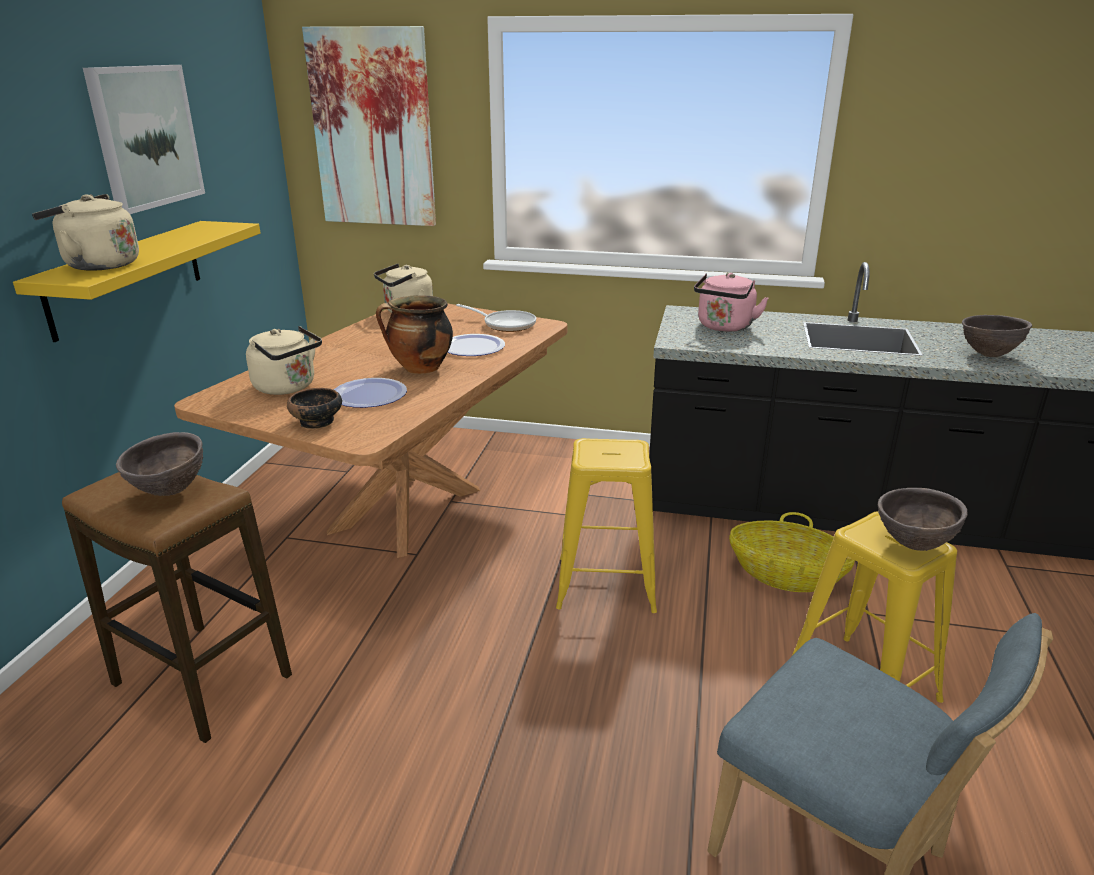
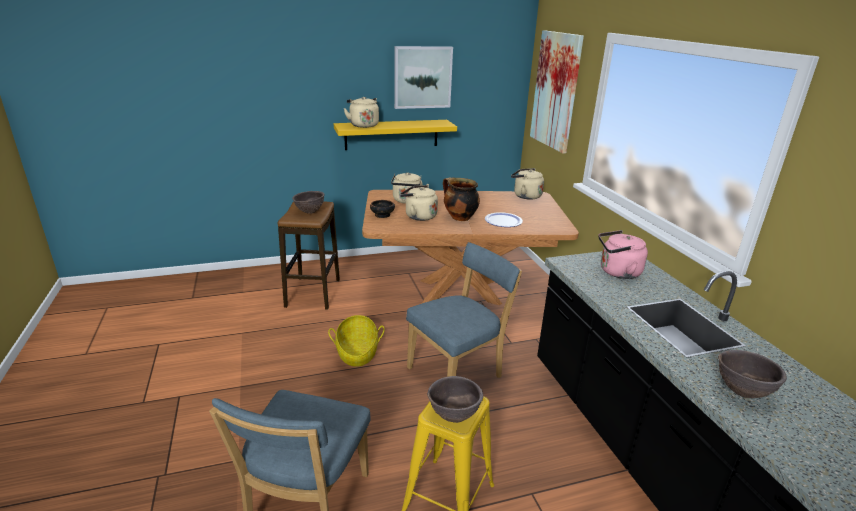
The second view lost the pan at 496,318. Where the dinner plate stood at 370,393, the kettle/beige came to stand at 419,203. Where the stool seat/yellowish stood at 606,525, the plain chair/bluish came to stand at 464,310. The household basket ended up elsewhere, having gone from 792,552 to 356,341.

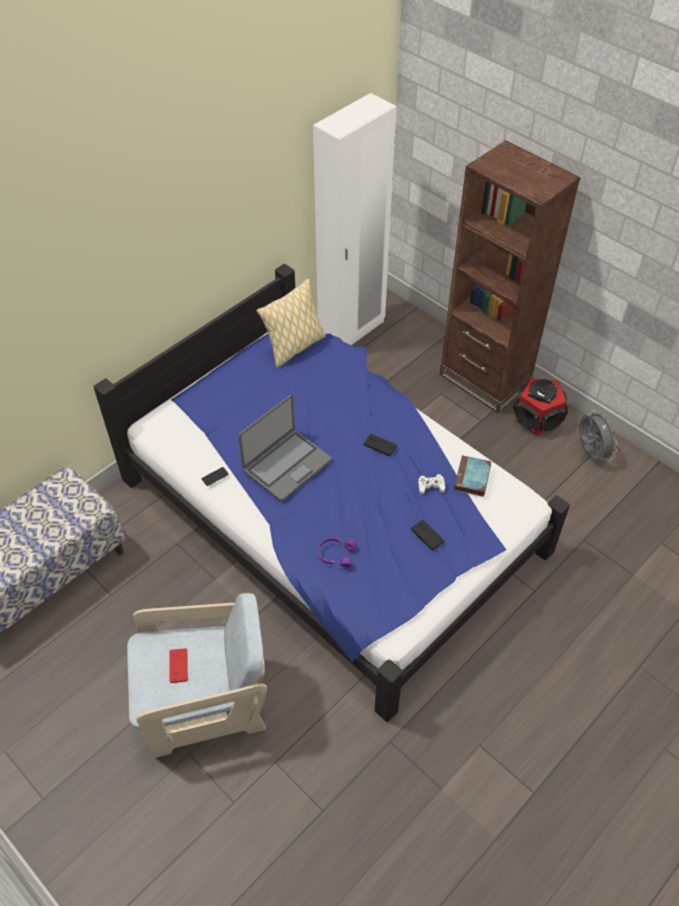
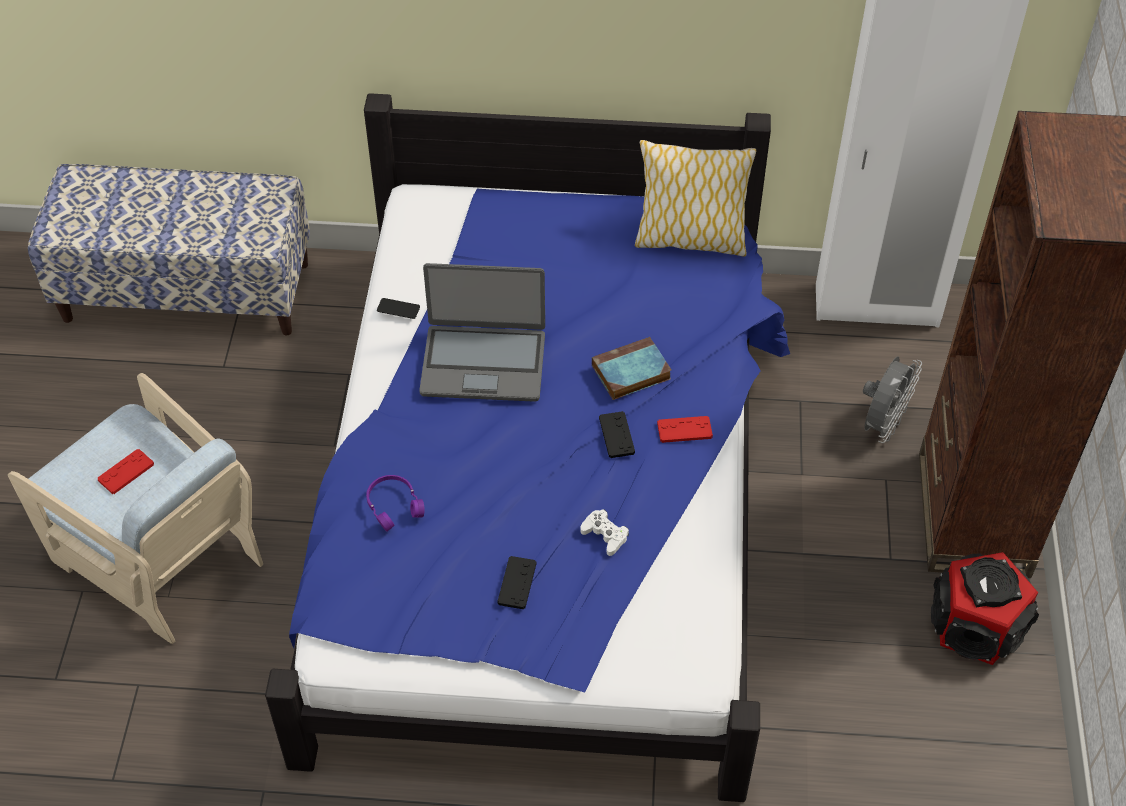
The electric fan/greyish ended up elsewhere, having gone from 598,435 to 892,400. The volume ended up elsewhere, having gone from 472,476 to 631,368. The second view gained the gamepad/red at 685,429.

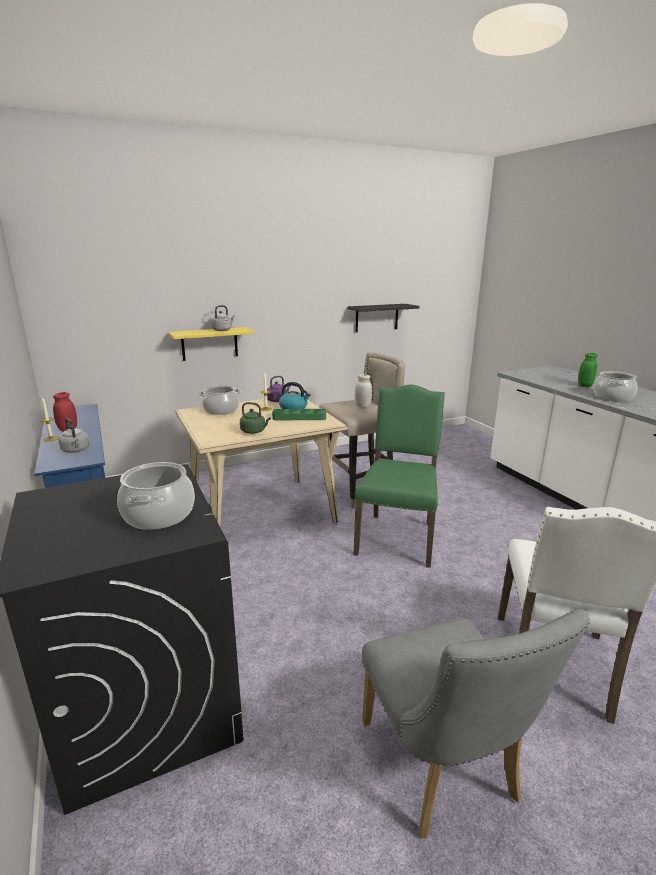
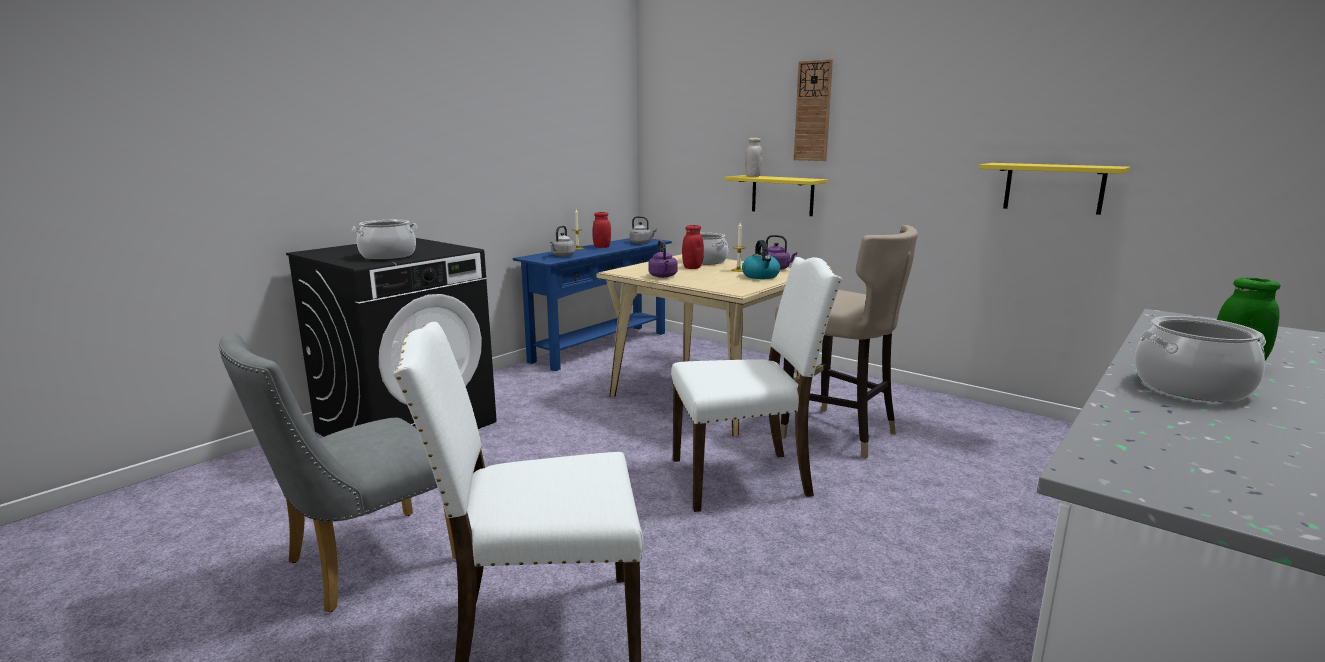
What was the shelf/black-coloured at 384,318 turned into the shelf/yellowish at 1054,189. The kettle/greyish ended up elsewhere, having gone from 223,318 to 643,230. The storage jar/white ended up elsewhere, having gone from 363,391 to 753,157. What was the plain chair/green-coloured at 399,476 turned into the plain chair/white at 756,384. What was the kettle/green-coloured at 255,418 turned into the kettle/purple-coloured at 663,259. The second view lost the serving tray/green-coloured at 299,414. The second view gained the hanging clock at 813,110. The second view gained the storage jar/red at 693,247.

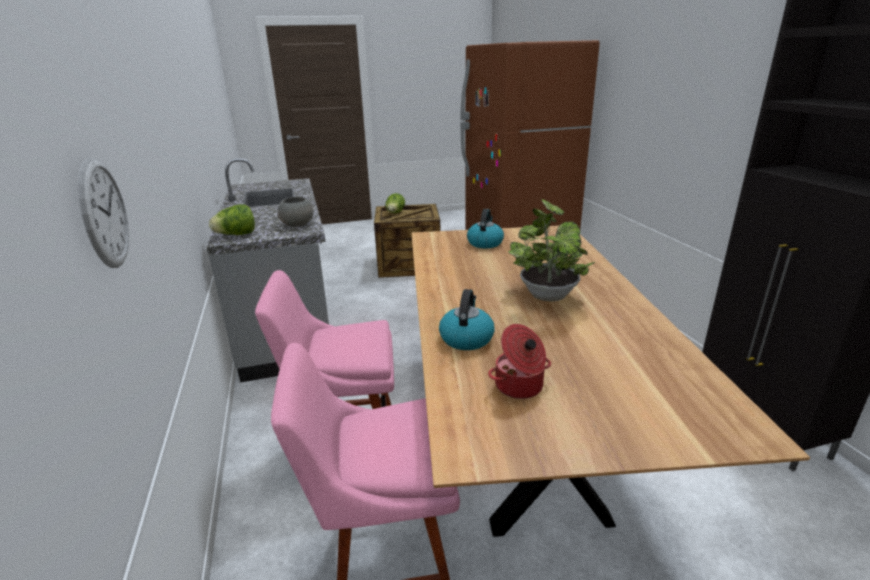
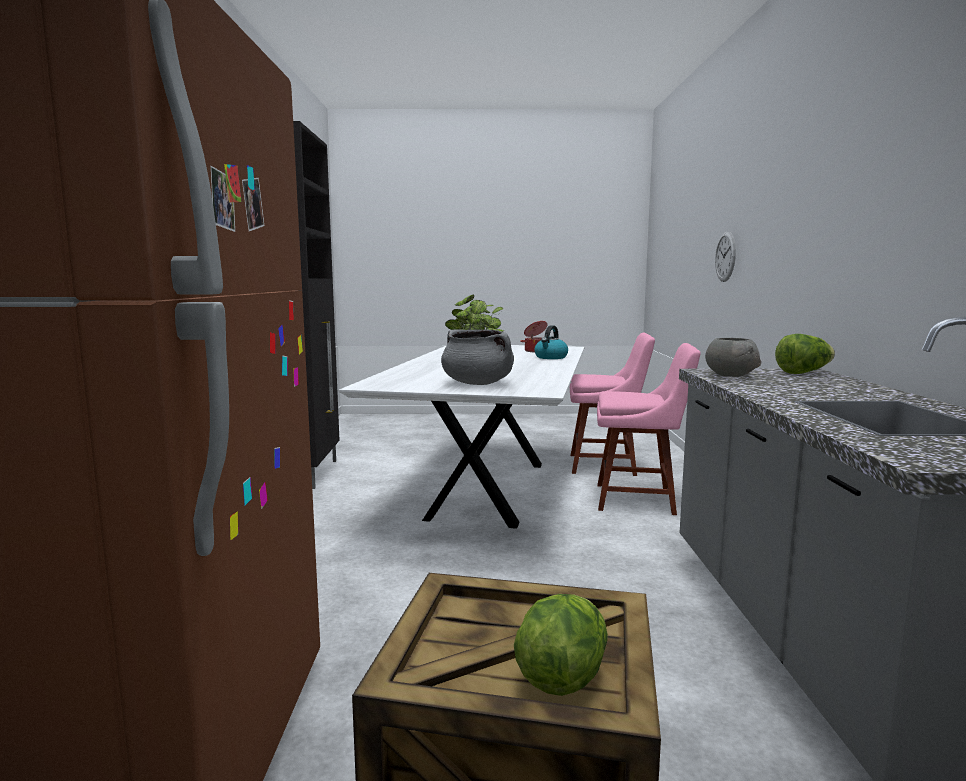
Where the kettle stood at 485,228, the stockpot/greyish came to stand at 477,357. What was the dinner table/brown at 610,381 turned into the dinner table/white at 462,437.

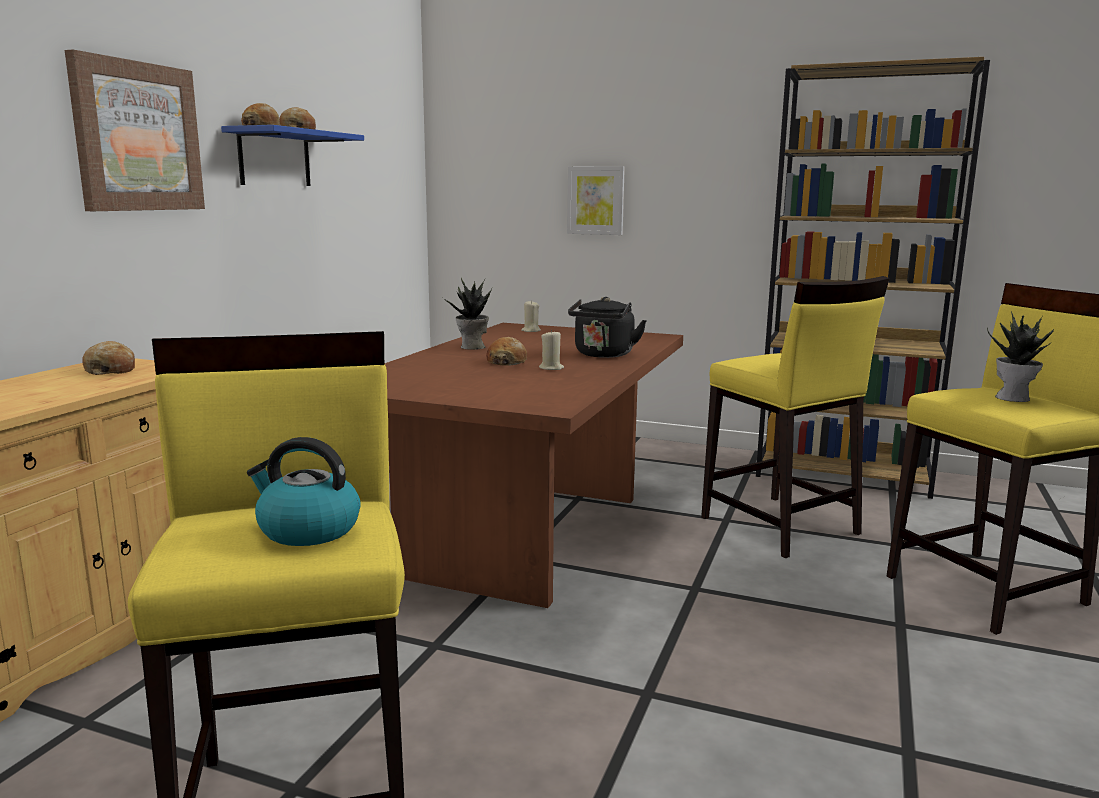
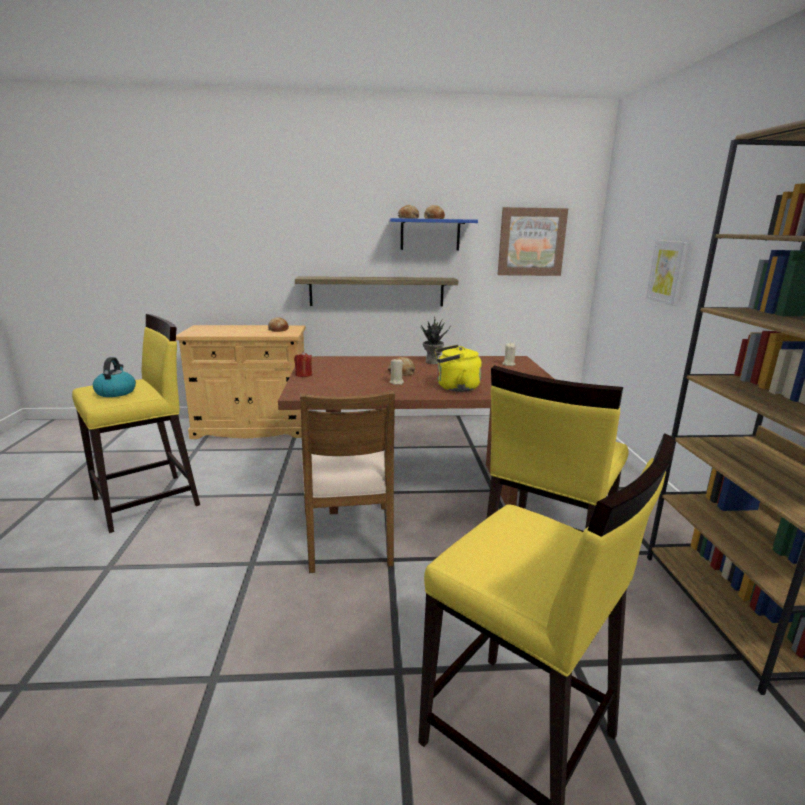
The wall picture ended up elsewhere, having gone from 135,130 to 533,241. What was the kettle/black-coloured at 607,327 turned into the kettle/yellowish at 458,368. The second view lost the houseplant at 1020,357. The second view gained the shelf at 376,291. The second view gained the wax candle/red at 303,364. The second view gained the plain chair/brown at 347,482.

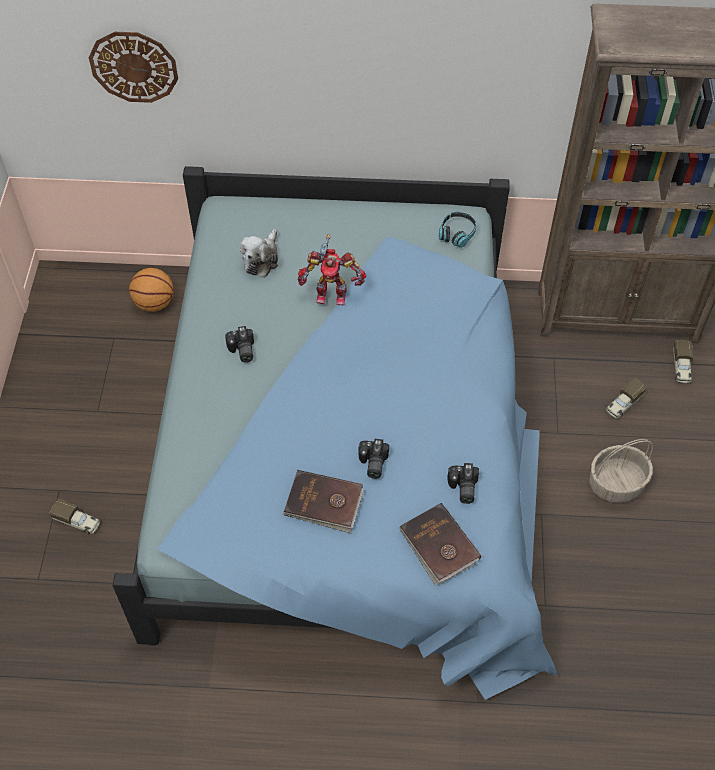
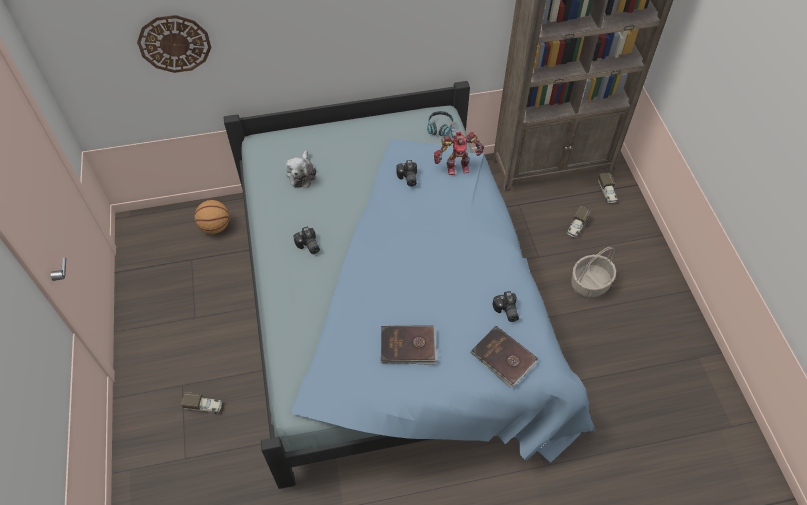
The robot figure ended up elsewhere, having gone from 332,269 to 459,148. The photo camera ended up elsewhere, having gone from 374,459 to 406,173.

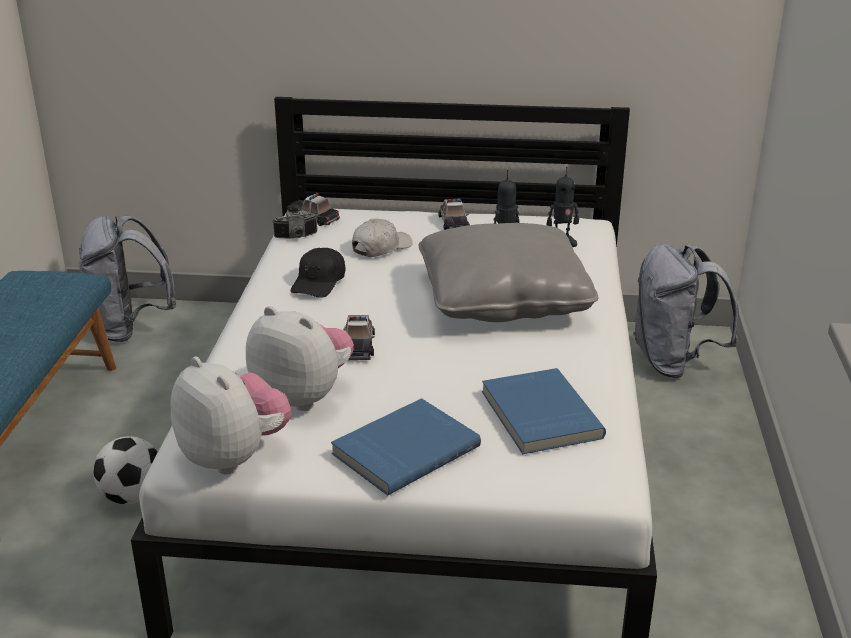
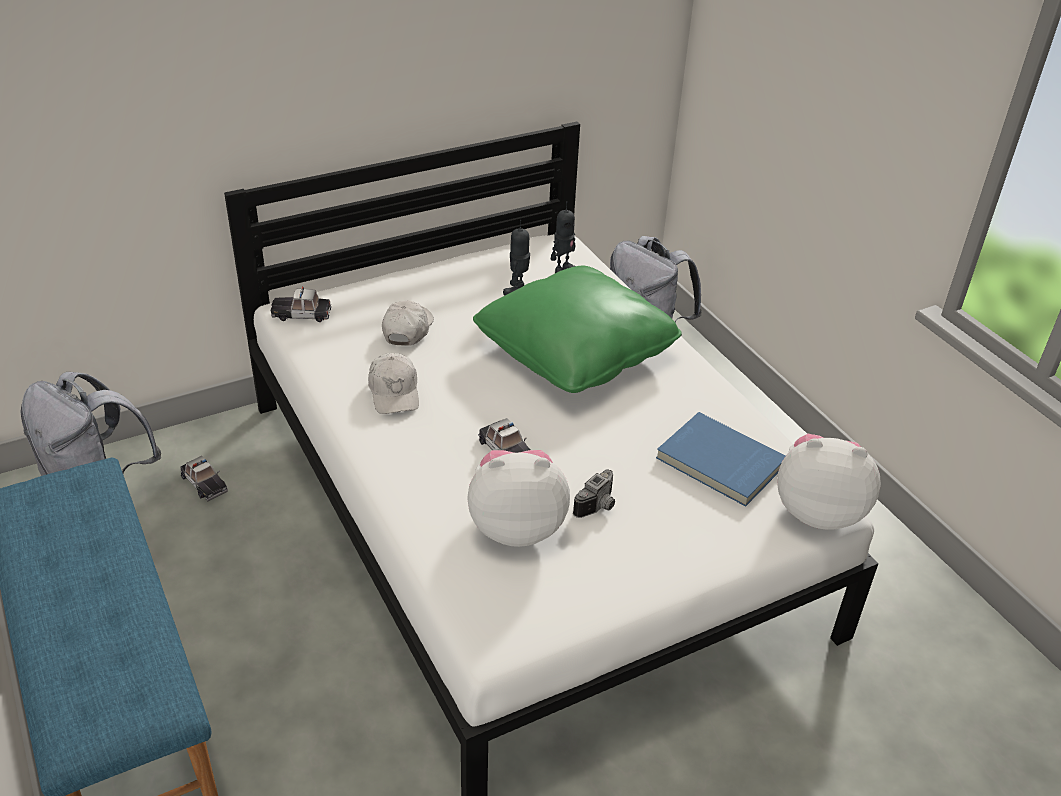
The miniature car ended up elsewhere, having gone from 454,214 to 204,478. The photo camera ended up elsewhere, having gone from 295,225 to 594,493. What was the throw pillow/greyish at 508,272 turned into the throw pillow/green-coloured at 577,329. What was the cap/black-coloured at 318,273 turned into the cap/white at 393,383. The soft toy ended up elsewhere, having gone from 231,415 to 829,482. The second view lost the volume/bluish at 406,447. The second view lost the football ball at 125,470.

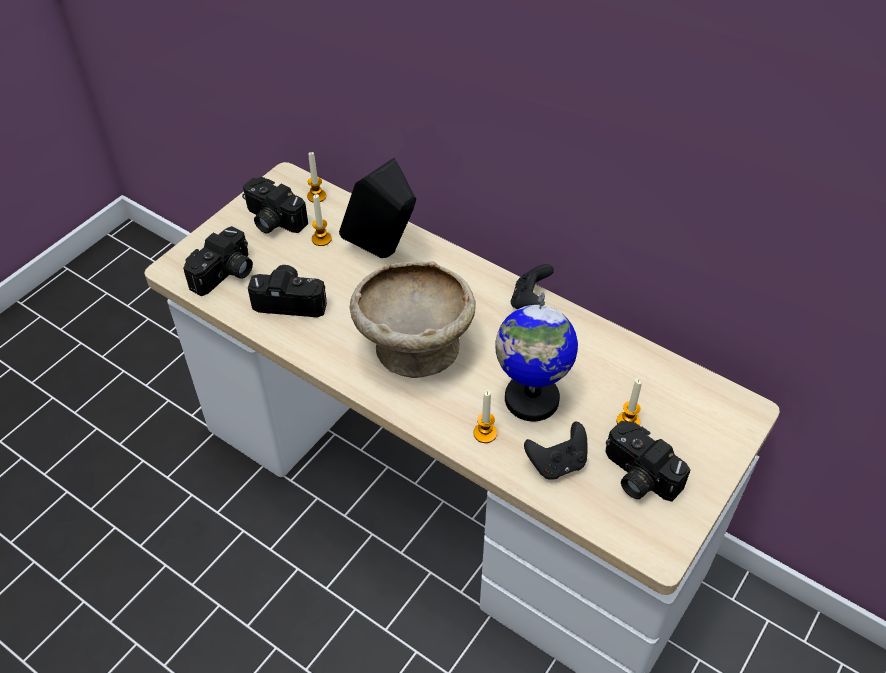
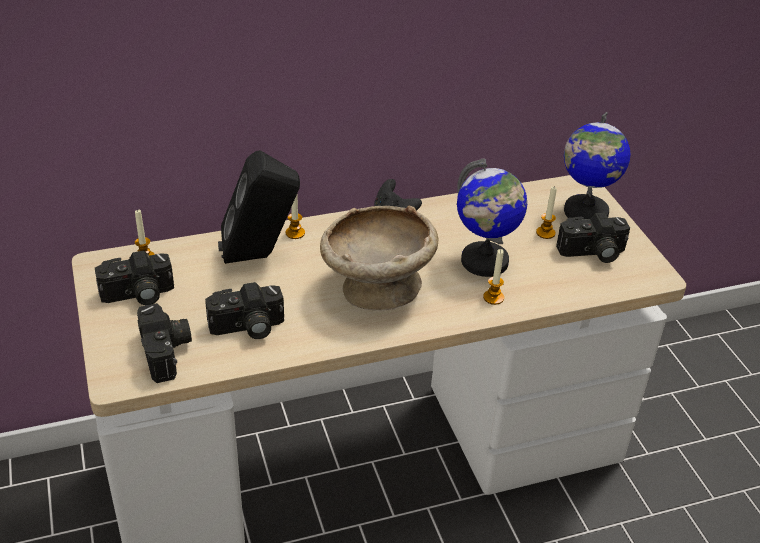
The wax candle ended up elsewhere, having gone from 322,220 to 295,217. The photo camera at 287,291 ended up facing another way, 150 degrees counterclockwise from before. The second view lost the gamepad/black-coloured at 556,451. The second view gained the world globe at 597,166.

